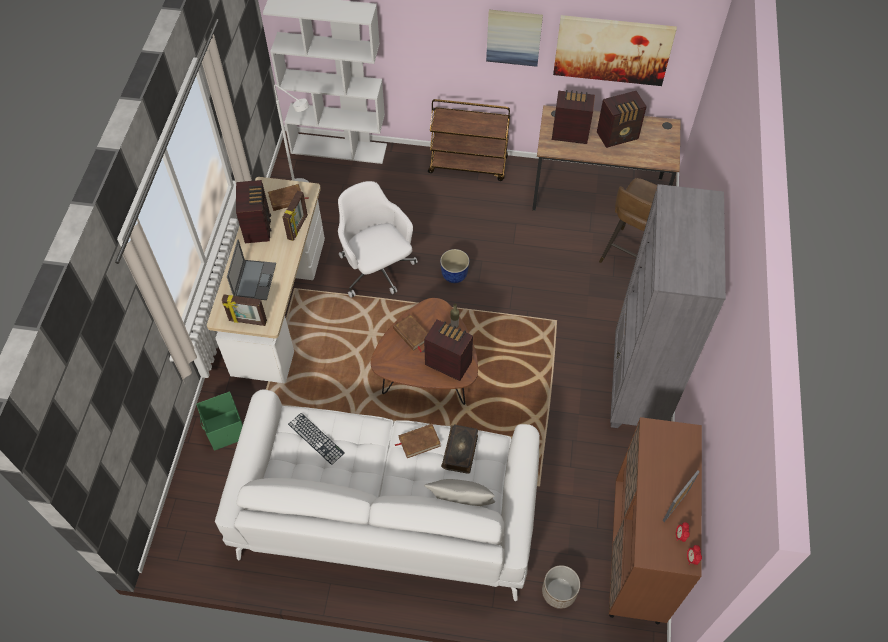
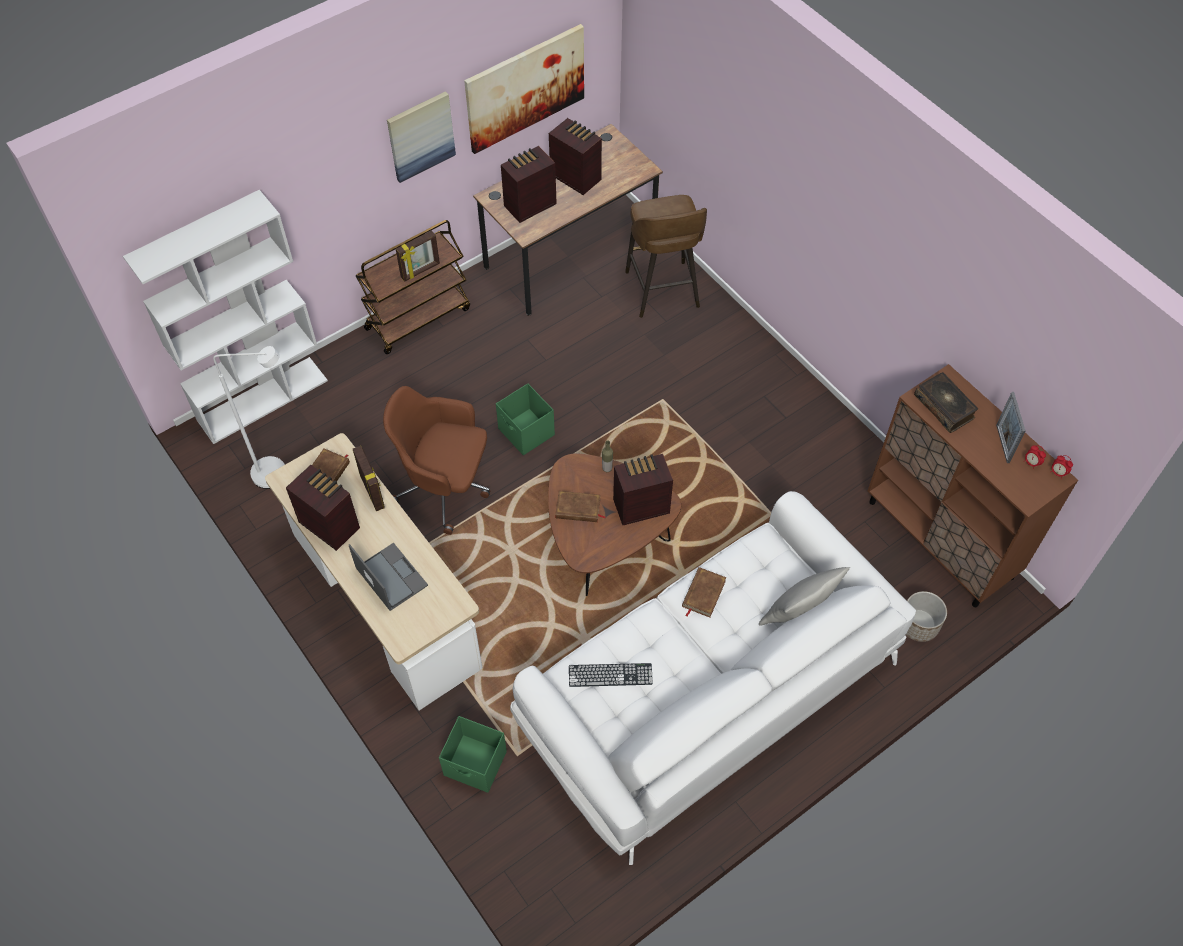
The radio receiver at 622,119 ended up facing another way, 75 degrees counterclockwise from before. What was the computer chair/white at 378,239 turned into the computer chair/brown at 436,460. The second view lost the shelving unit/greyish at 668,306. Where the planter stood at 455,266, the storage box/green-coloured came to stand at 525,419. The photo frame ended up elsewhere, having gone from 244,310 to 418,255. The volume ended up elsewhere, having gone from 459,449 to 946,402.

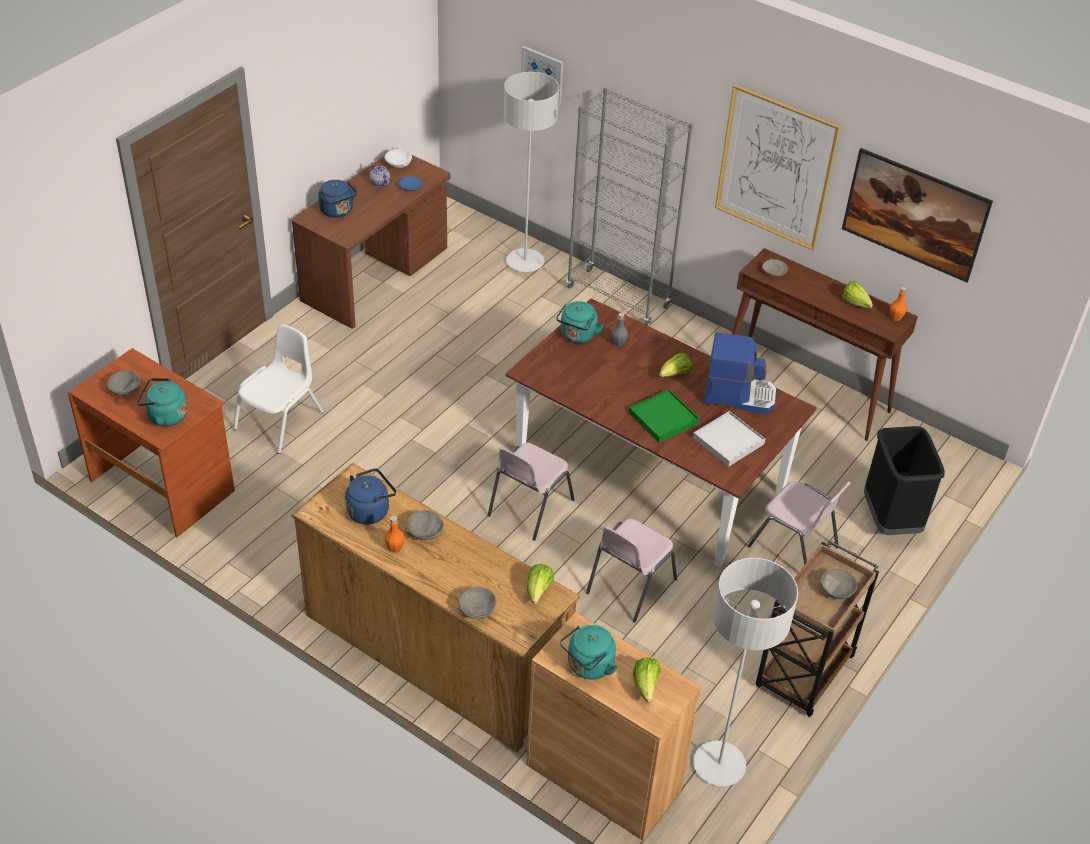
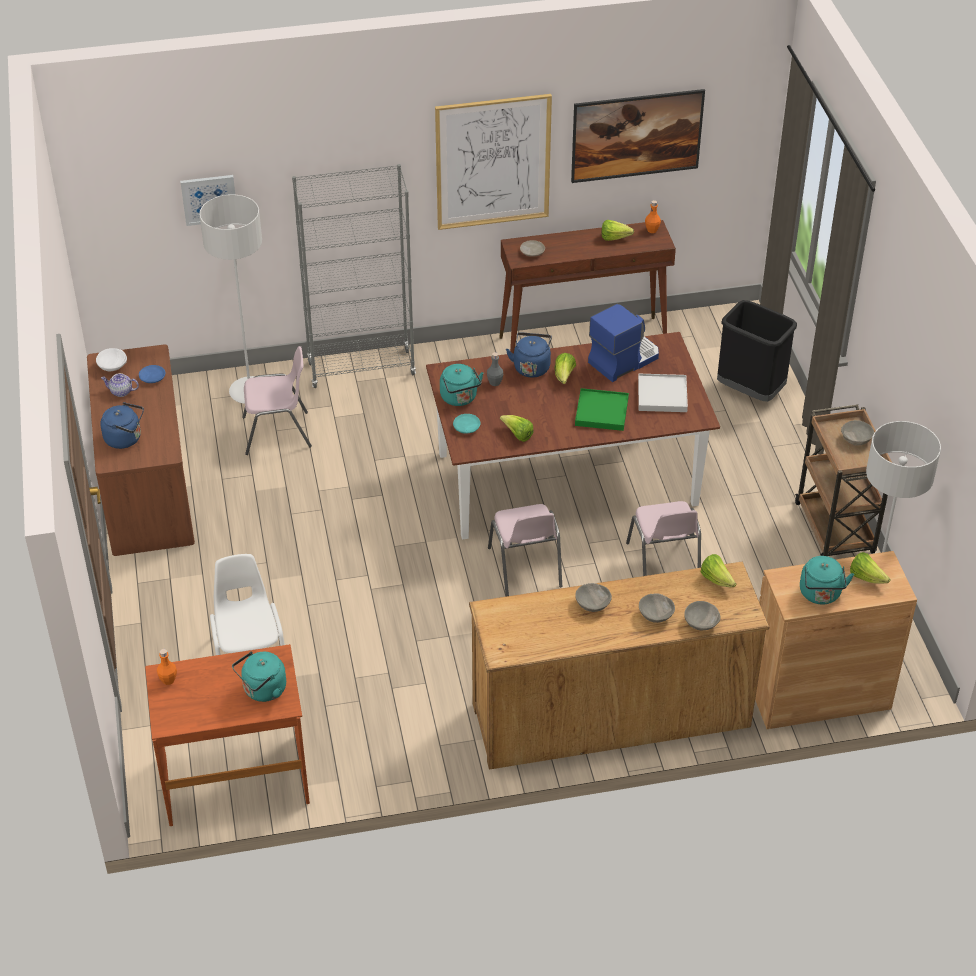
The serving bowl/greyish ended up elsewhere, having gone from 124,383 to 657,608. The kettle/bluish ended up elsewhere, having gone from 370,496 to 529,354. The plain chair/pink-coloured ended up elsewhere, having gone from 799,523 to 277,400. The beverage bottle/orange-coloured ended up elsewhere, having gone from 395,534 to 167,667. The second view gained the dinner plate/blue-green at 467,424. The second view gained the lettuce head at 516,428.

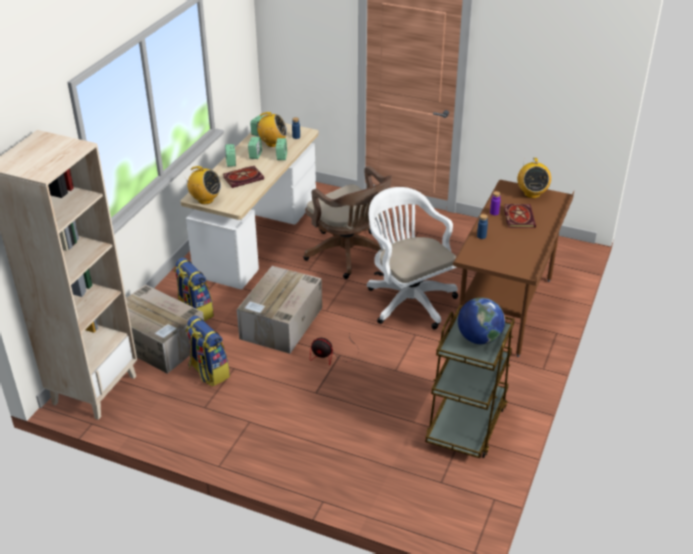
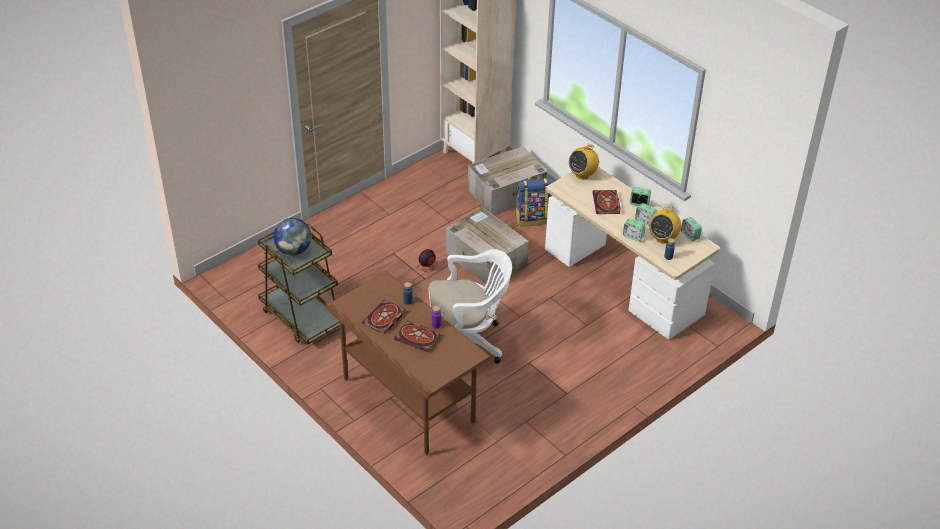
The second view lost the radio receiver at 534,178. The second view lost the computer chair/brown at 347,222. The second view lost the knapsack at 208,351. The second view gained the volume at 384,317.

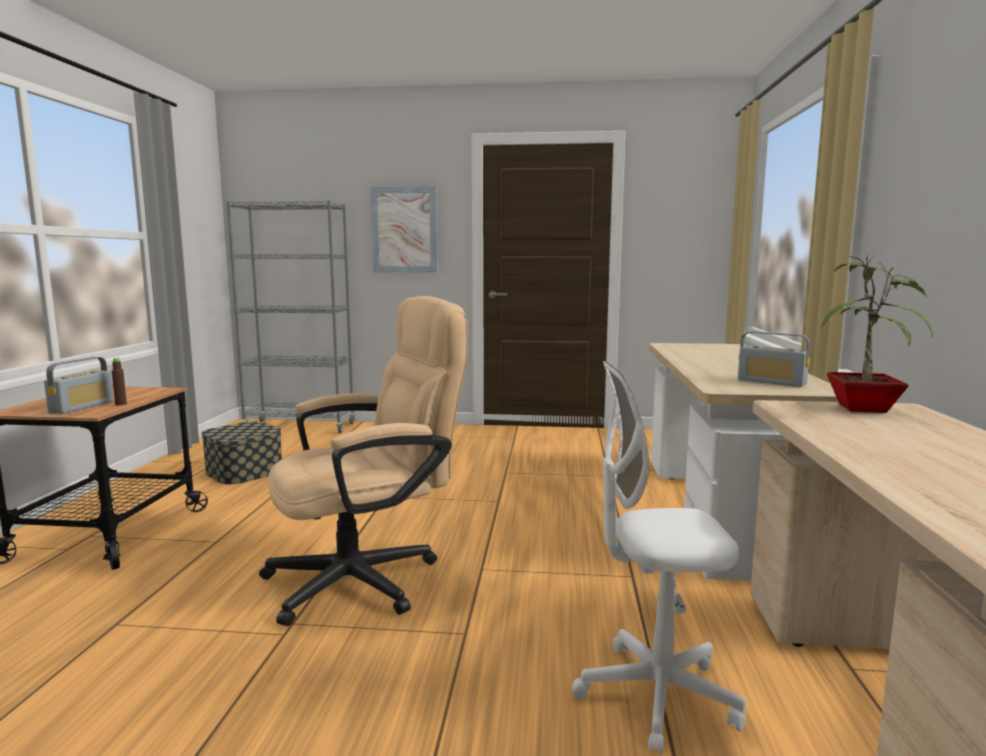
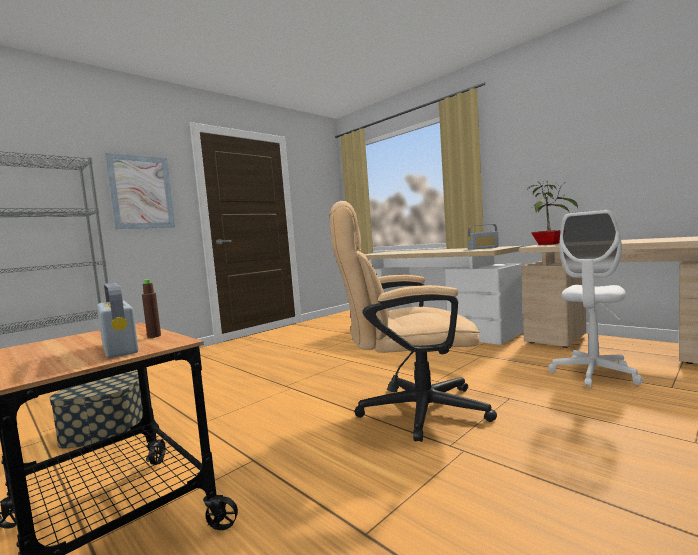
The computer chair/beige at 363,461 ended up facing another way, 105 degrees counterclockwise from before.

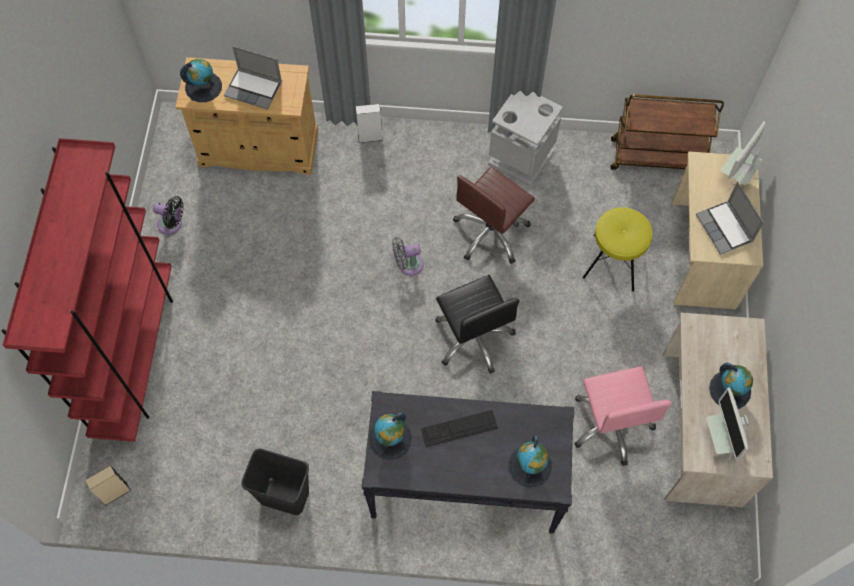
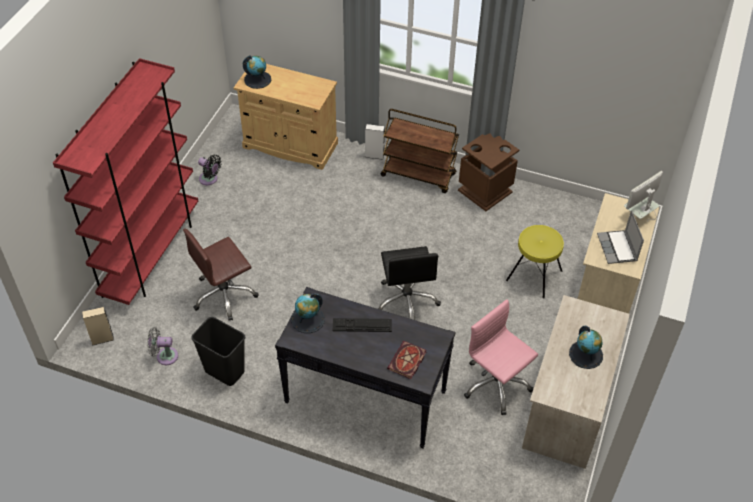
The second view lost the notebook computer at 253,78. What was the waste bin/greyish at 525,138 turned into the waste bin/brown at 488,172. The cart/brown ended up elsewhere, having gone from 667,132 to 420,151. The computer chair/brown ended up elsewhere, having gone from 494,215 to 221,275. The electric fan/greyish ended up elsewhere, having gone from 408,256 to 162,346. The computer chair/pink-coloured at 623,416 ended up facing another way, 135 degrees clockwise from before. The second view lost the monitor at 727,424. Where the world globe stood at 530,461, the volume came to stand at 406,360.

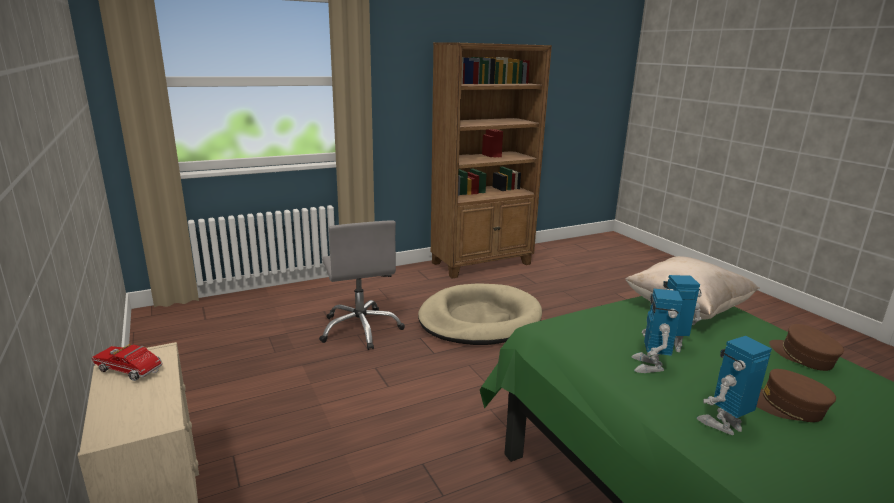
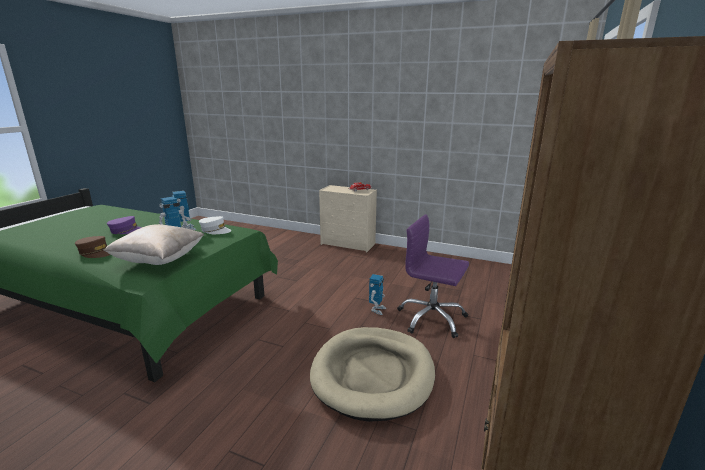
What was the computer chair/greyish at 362,285 turned into the computer chair/purple-coloured at 433,276. The robot figure ended up elsewhere, having gone from 734,385 to 377,294. What was the cap/brown at 796,395 turned into the cap/purple-coloured at 124,225. The second view gained the cap/white at 215,225.

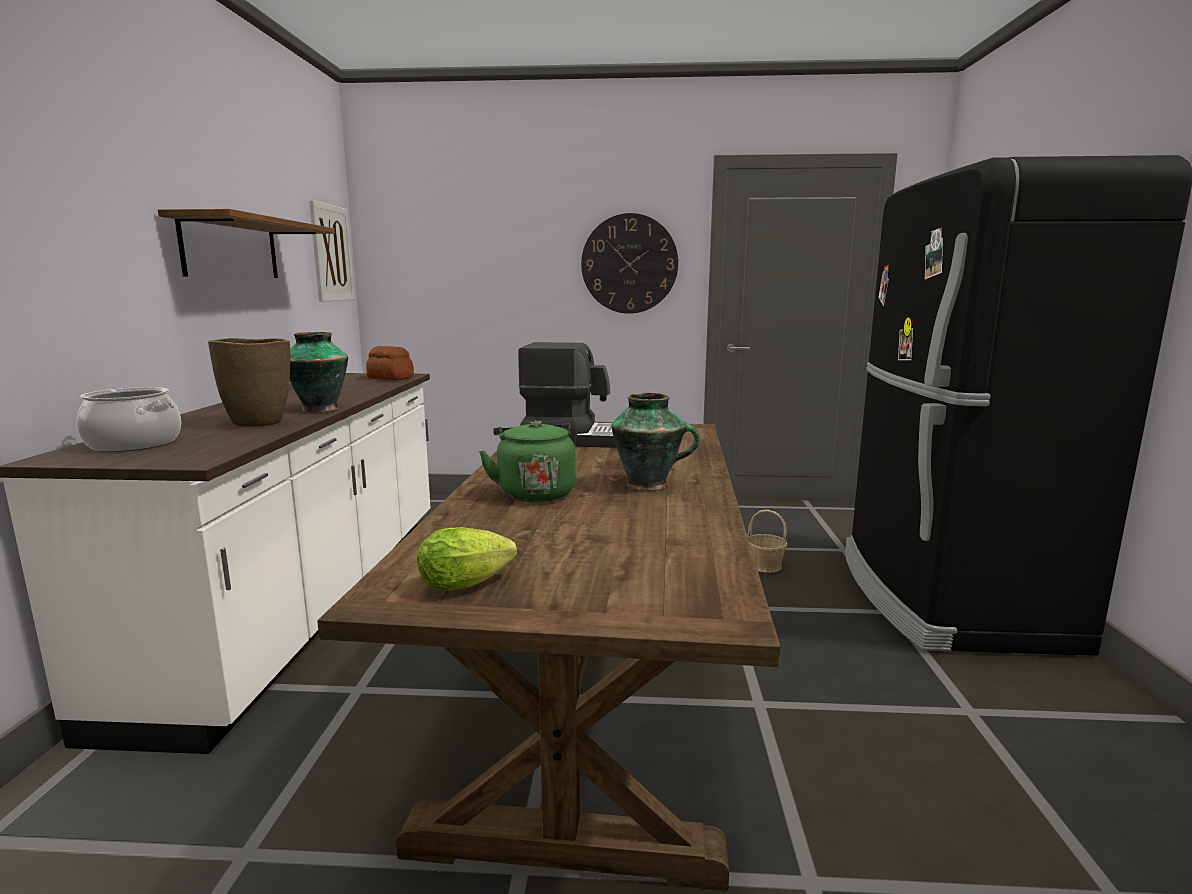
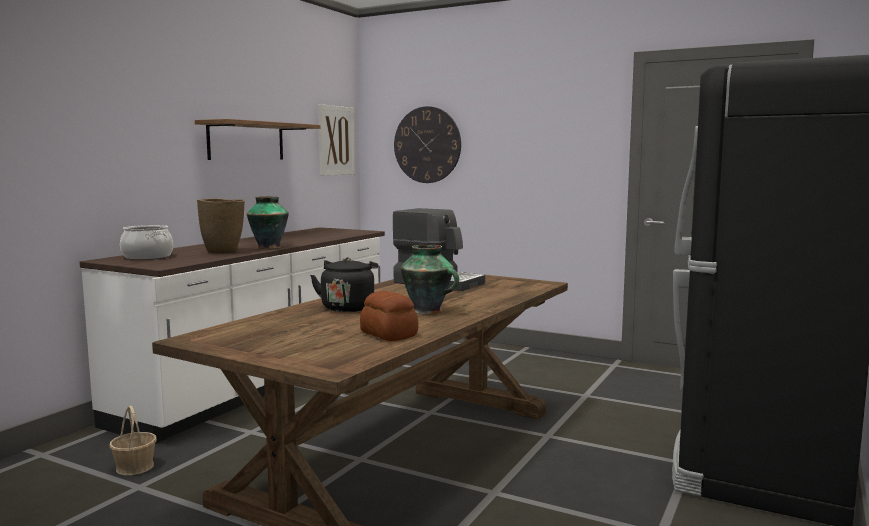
The hanging clock ended up elsewhere, having gone from 629,263 to 427,144. The baked bread ended up elsewhere, having gone from 390,363 to 389,316. What was the kettle/green-coloured at 527,461 turned into the kettle/black-coloured at 344,285. The household basket ended up elsewhere, having gone from 767,541 to 133,440. The second view lost the lettuce head at 467,559.

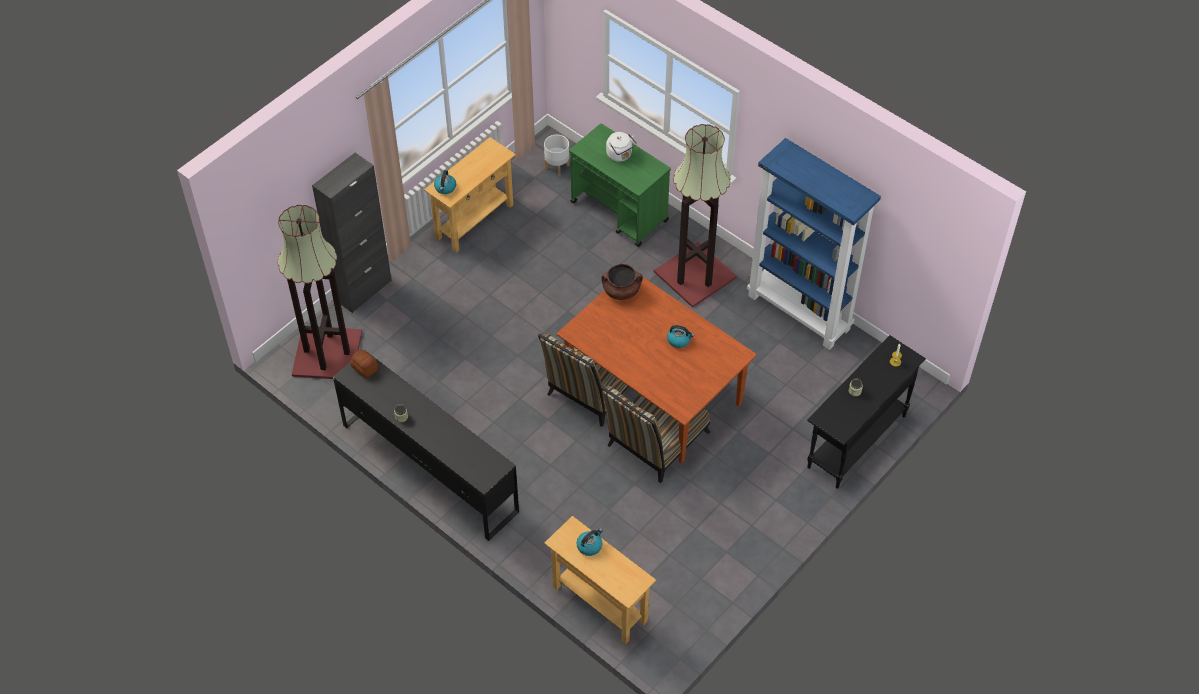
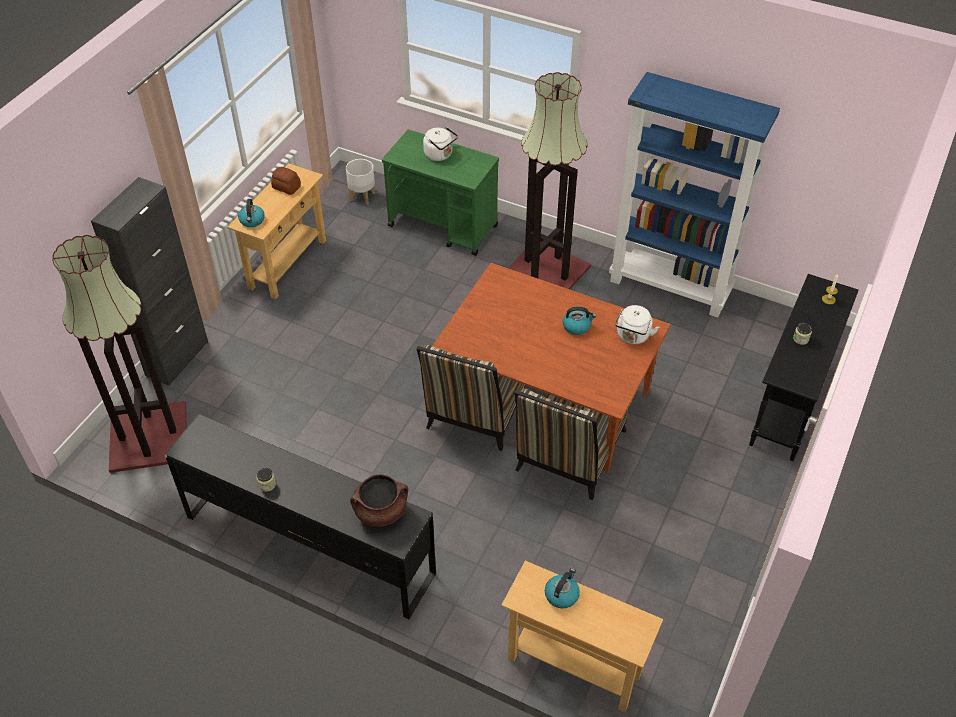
The stockpot/brown ended up elsewhere, having gone from 622,282 to 379,500. The baked bread ended up elsewhere, having gone from 364,364 to 286,181. The second view gained the kettle/white at 637,324.

